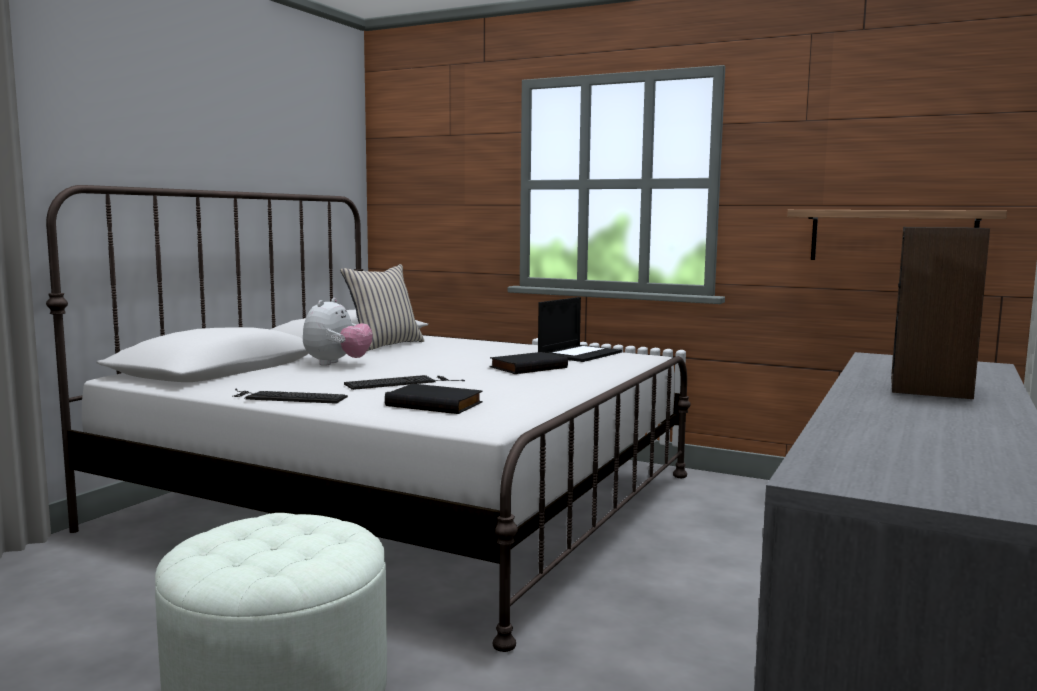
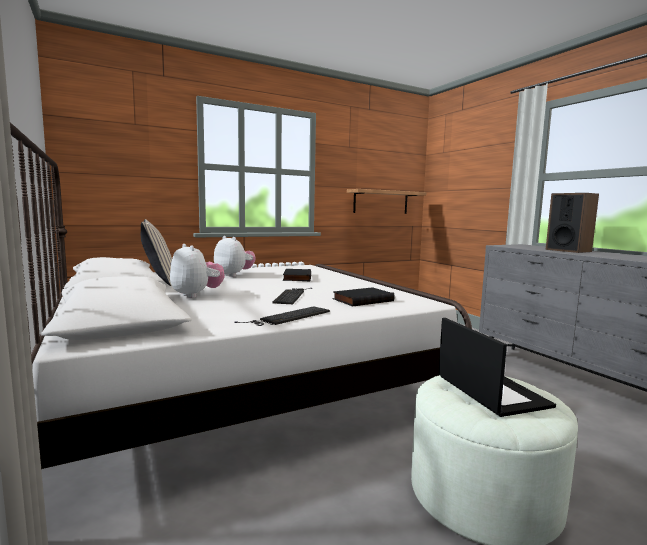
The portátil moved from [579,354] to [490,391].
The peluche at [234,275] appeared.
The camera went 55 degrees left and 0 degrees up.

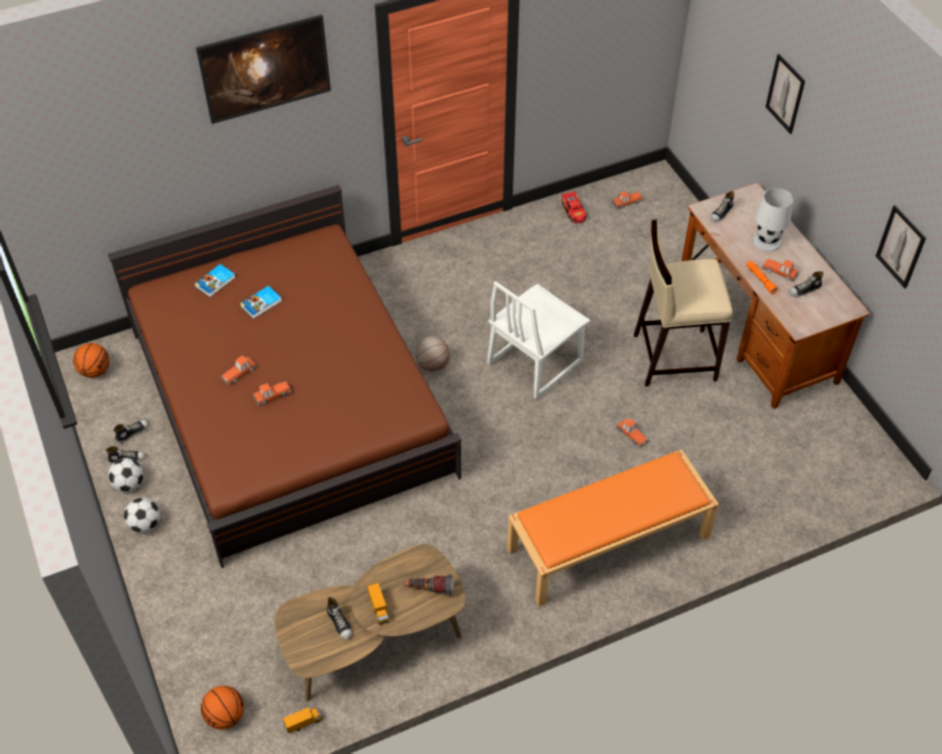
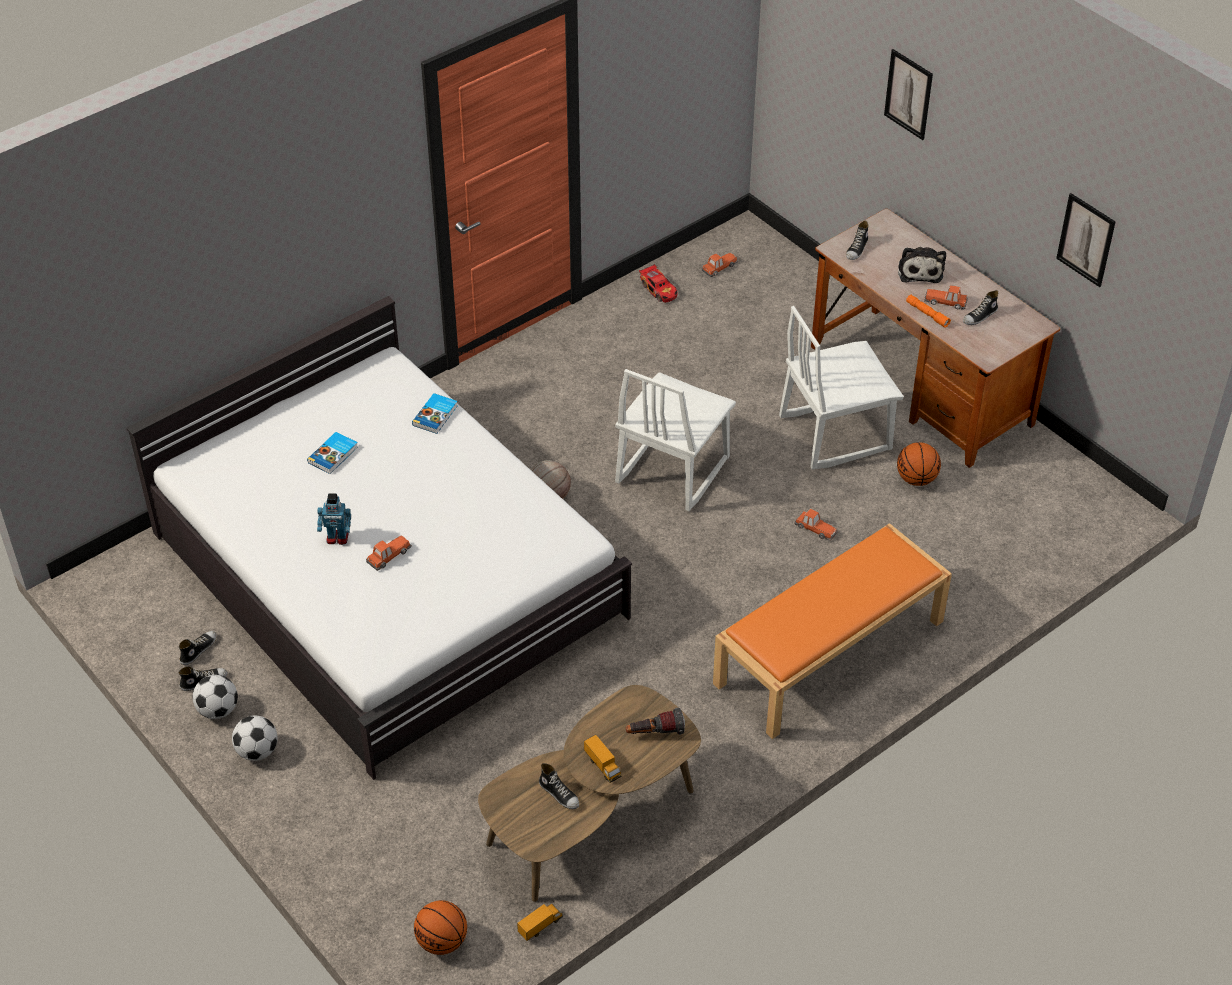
The cuadro at [268,87] disappeared.
The cama (marrón) at [290,401] became the cama (blanco) at [386,574].
The lámpara de mesa (blanco) at [767,241] was replaced by the peluche at [920,270].
The taburete (beis) at [673,357] was replaced by the silla (blanco) at [834,433].
The libro moved from [216,282] to [436,415].
The balón de baloncesto moved from [95,371] to [916,479].
The coche de juguete at [239,372] was replaced by the robot de juguete at [337,538].
The camera went 15 degrees left and 5 degrees down.

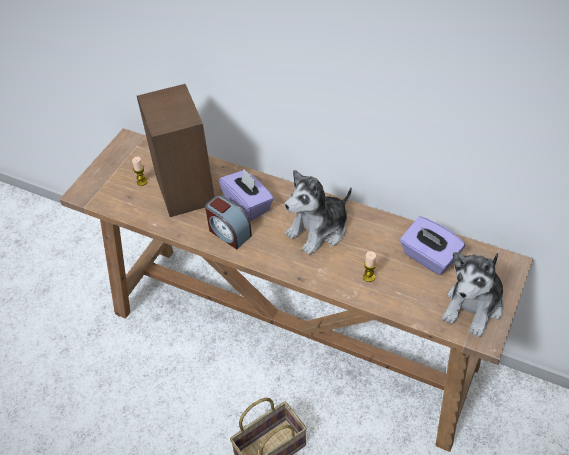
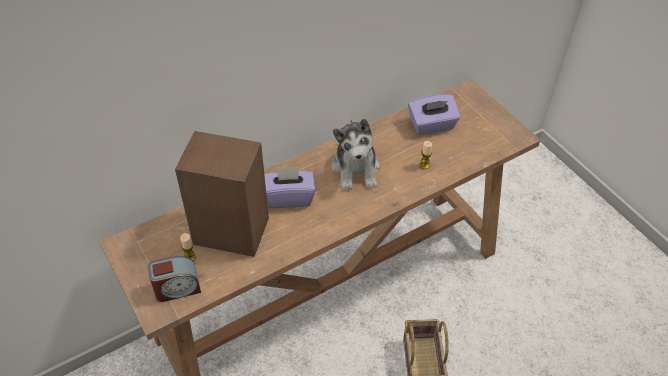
The despertador moved from [229,233] to [177,288].
The peluche at [473,306] disappeared.
The camera went 60 degrees left and 0 degrees up.

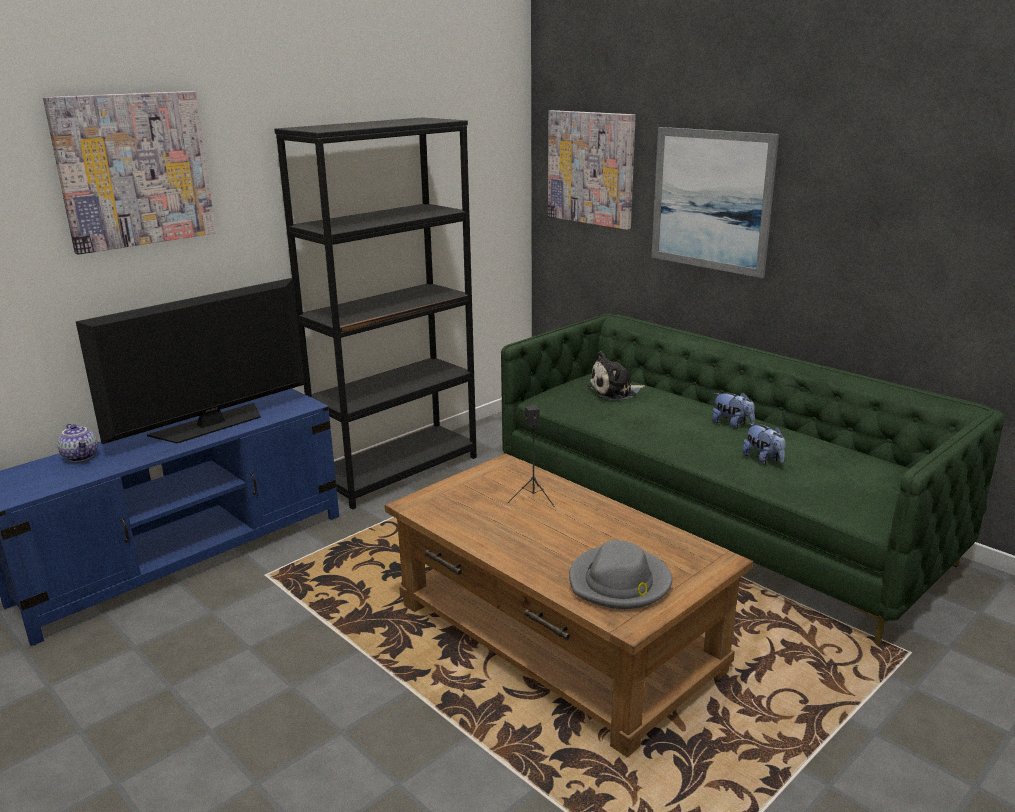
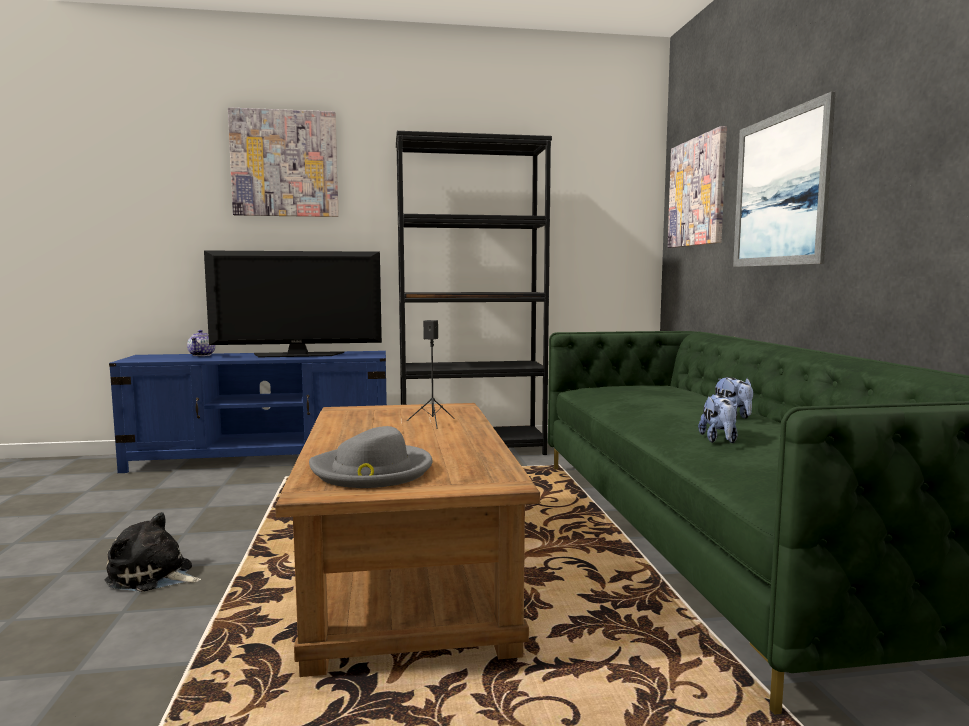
The peluche moved from [615,391] to [153,576].
The camera went 35 degrees right and 15 degrees down.

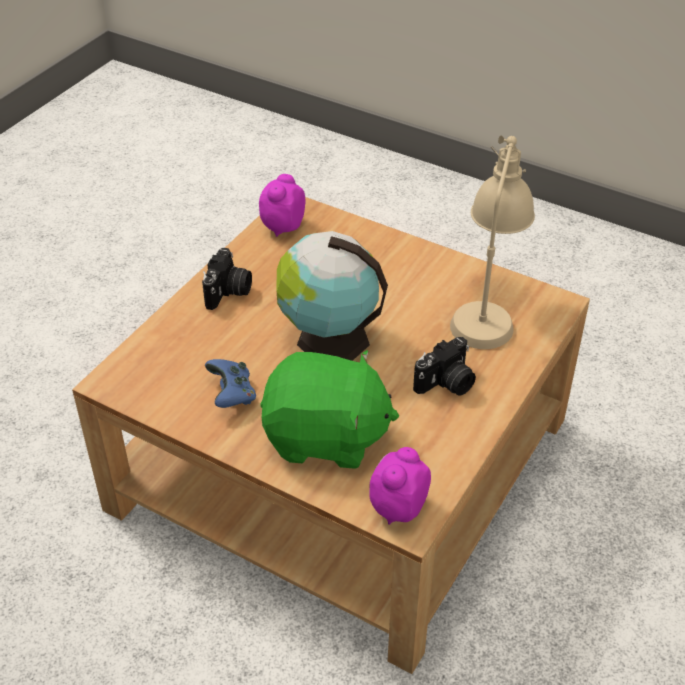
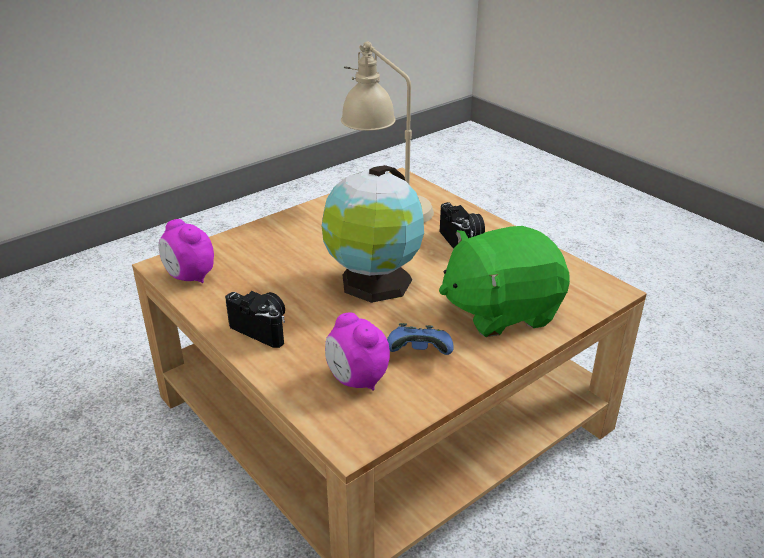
The peluche (verde) at [325,437] turned 135 degrees counterclockwise.
The despertador moved from [397,507] to [356,380].
The camera went 70 degrees left and 10 degrees down.

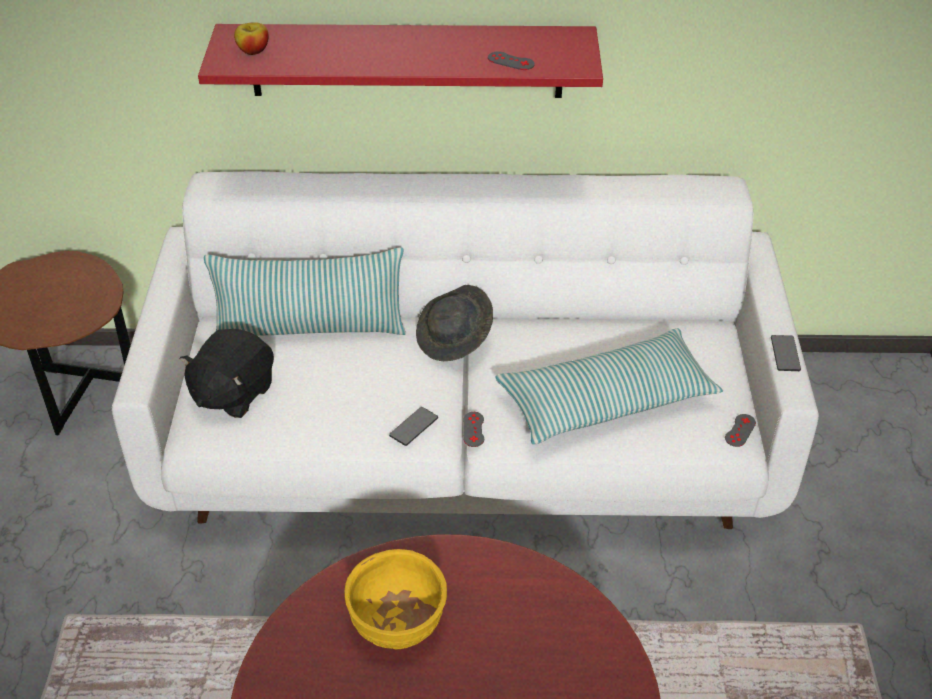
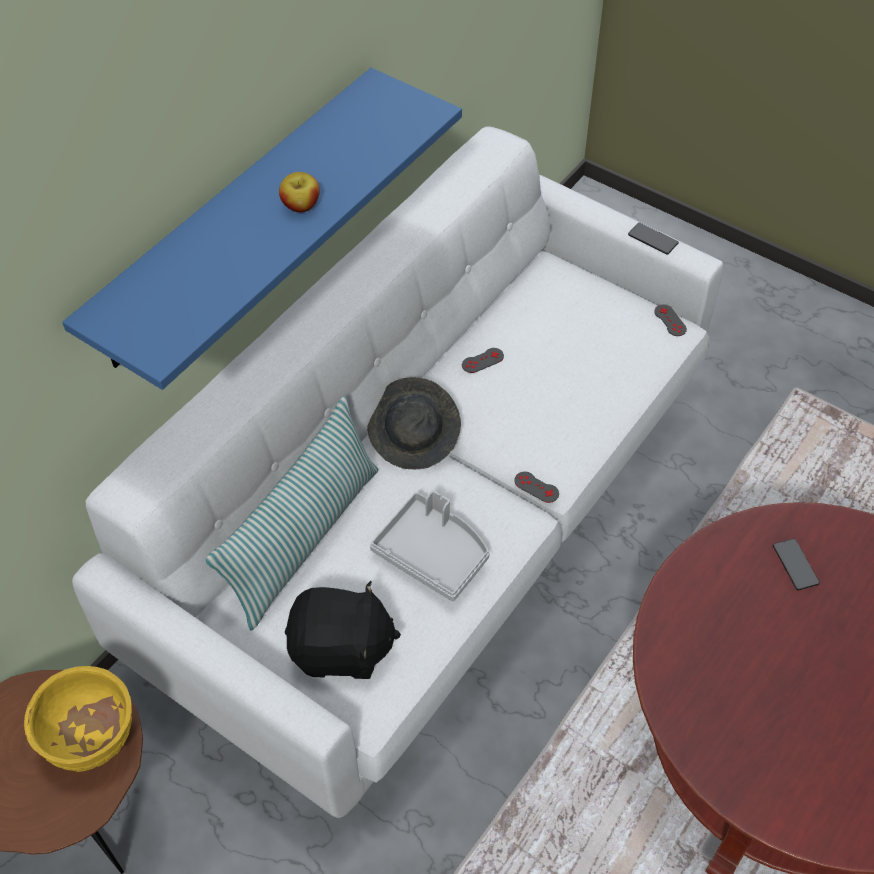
The manzana moved from [253,51] to [301,205].
The estante (rojo) at [406,60] became the estante (azul) at [236,219].
The mando de consola (gris) moved from [511,61] to [482,360].
The cojín at [607,400] disappeared.
The peluche (negro) at [232,393] turned 60 degrees counterclockwise.
The móvil moved from [413,427] to [795,565].
The cuenco (amarillo) moved from [398,626] to [92,739].
The bandeja (gris) at [433,553] appeared.
The camera went 55 degrees left and 10 degrees up.

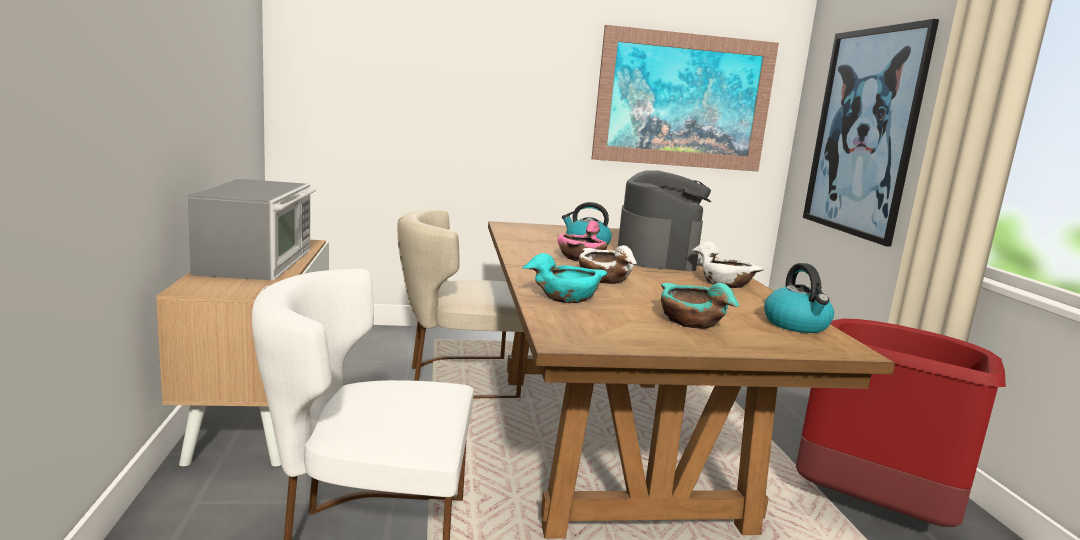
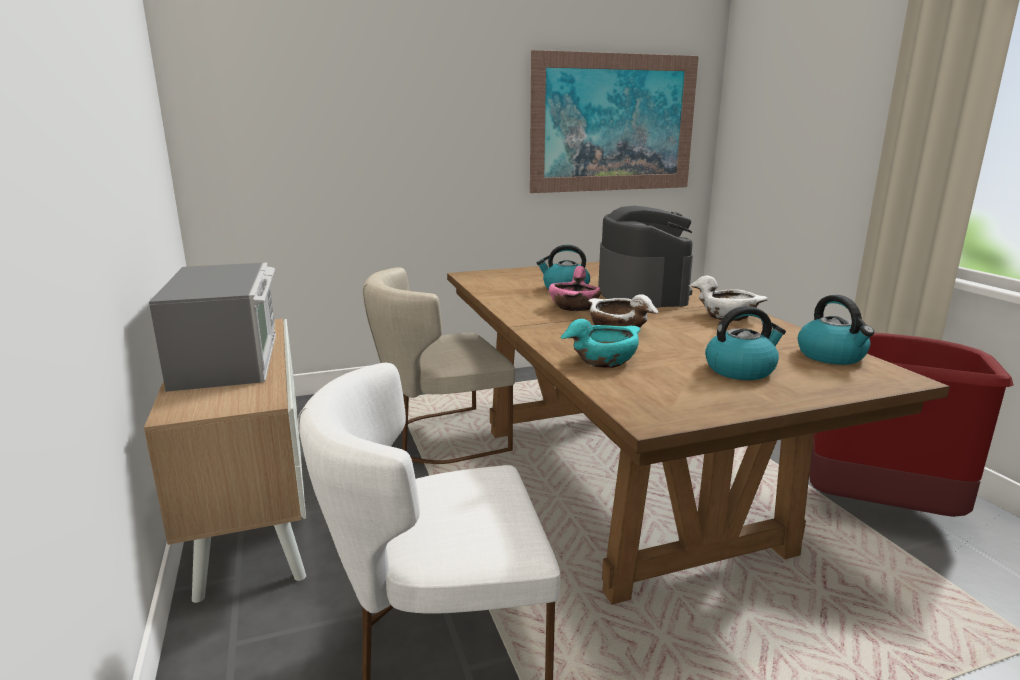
The cuadro at [864,132] disappeared.
The cuenco (turquesa) at [691,321] was replaced by the hervidor at [740,370].
The camera went 10 degrees left and 5 degrees up.

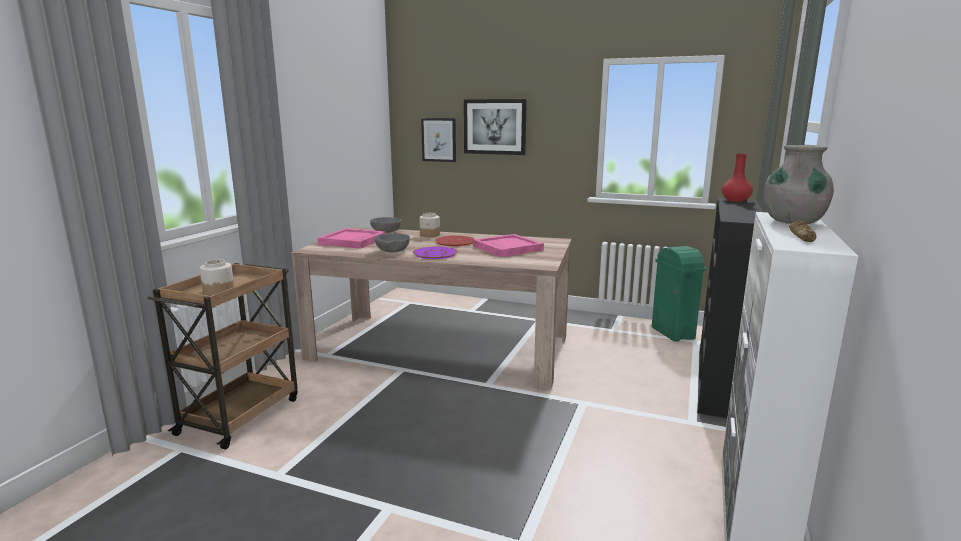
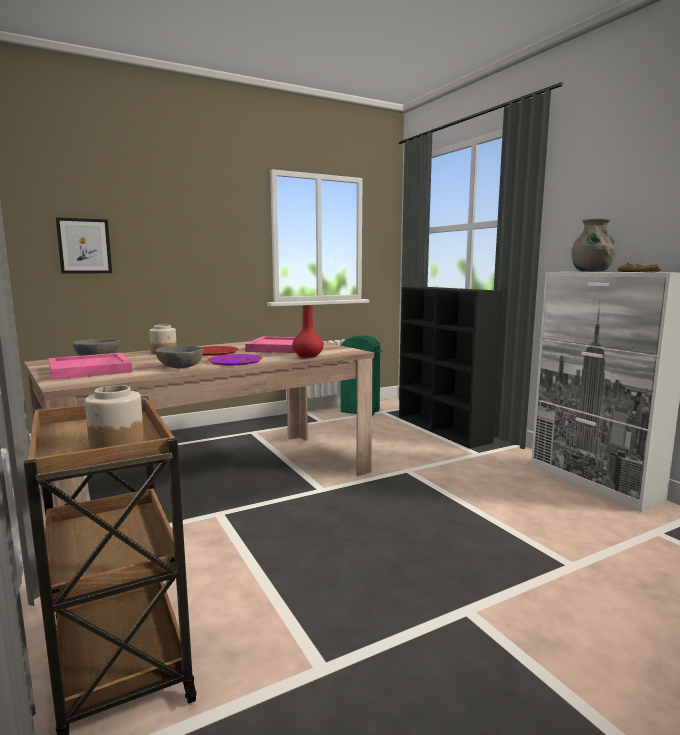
The cuadro at [495,127] disappeared.
The florero (rojo) moved from [735,200] to [307,356].
The camera went 50 degrees left and 5 degrees down.

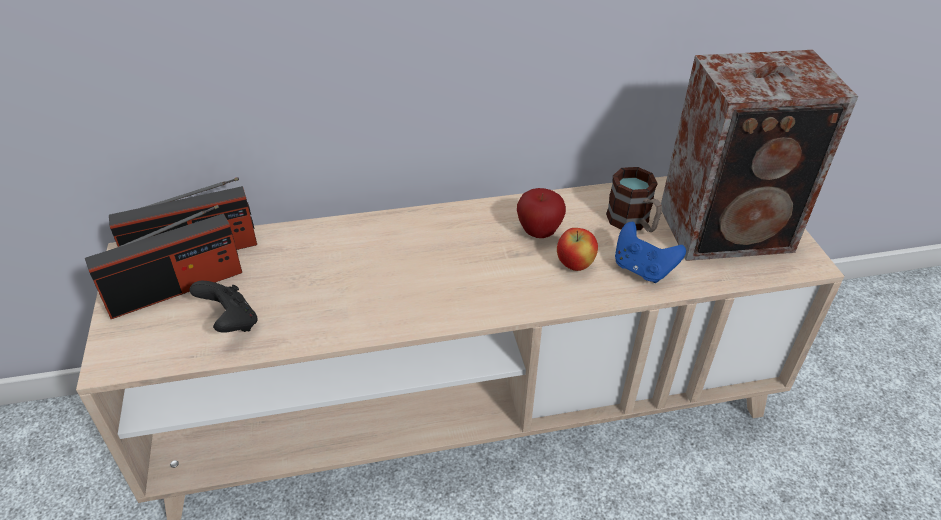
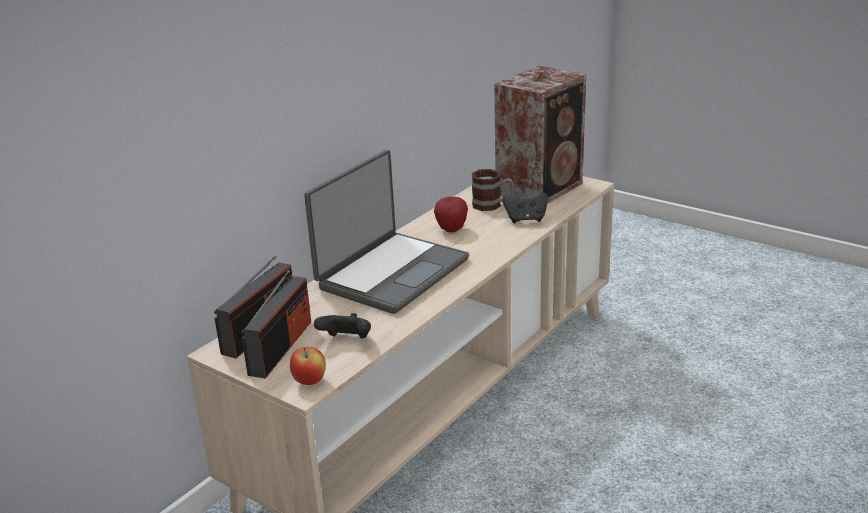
The mando de consola (azul) at [642,269] became the mando de consola (negro) at [525,219].
The manzana moved from [575,265] to [310,381].
The portátil at [391,273] appeared.
The camera went 40 degrees left and 15 degrees down.

